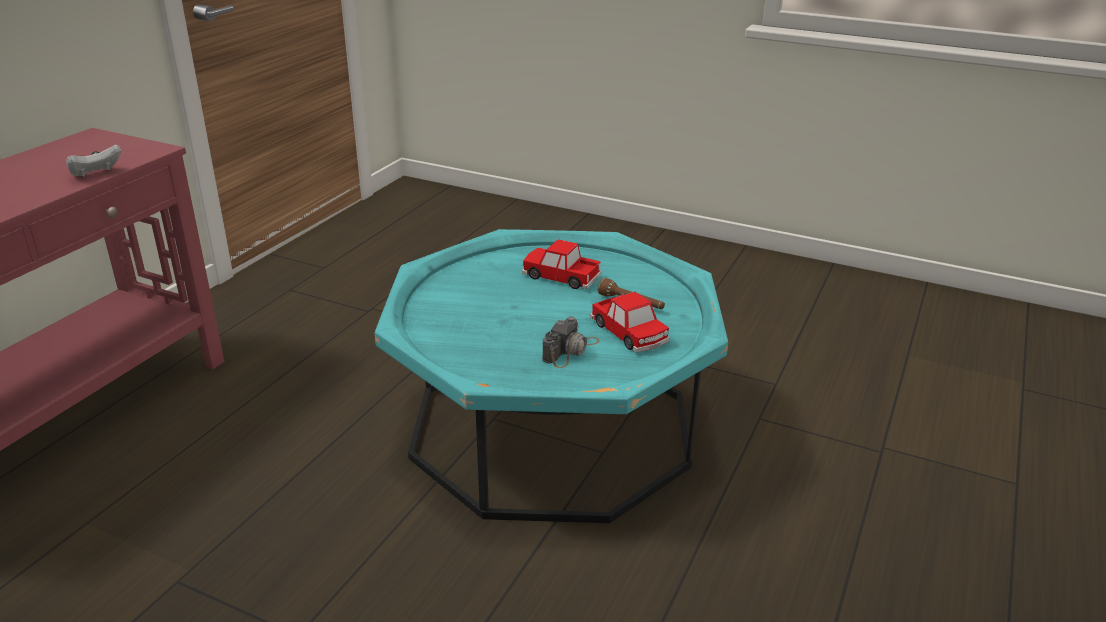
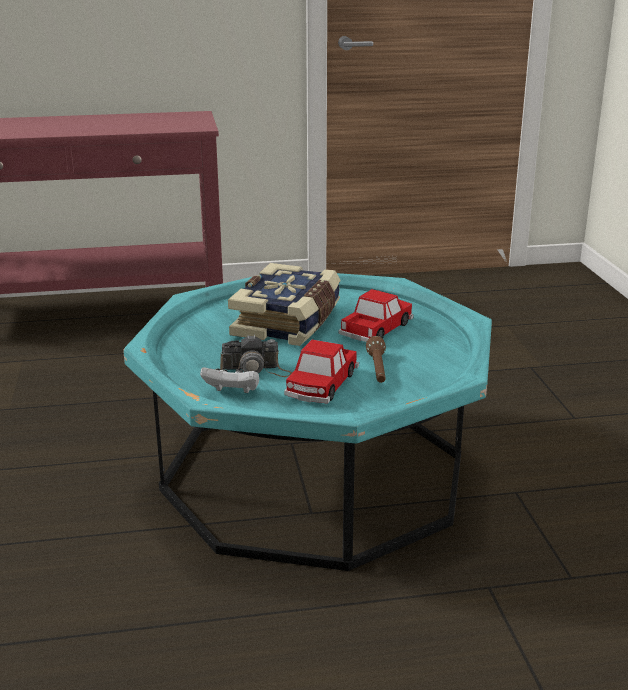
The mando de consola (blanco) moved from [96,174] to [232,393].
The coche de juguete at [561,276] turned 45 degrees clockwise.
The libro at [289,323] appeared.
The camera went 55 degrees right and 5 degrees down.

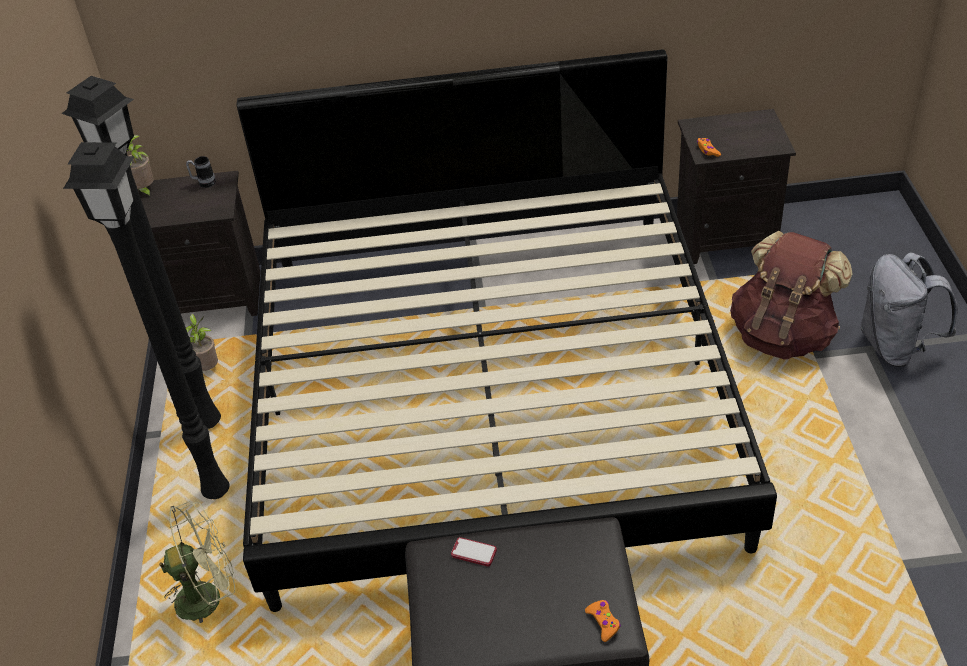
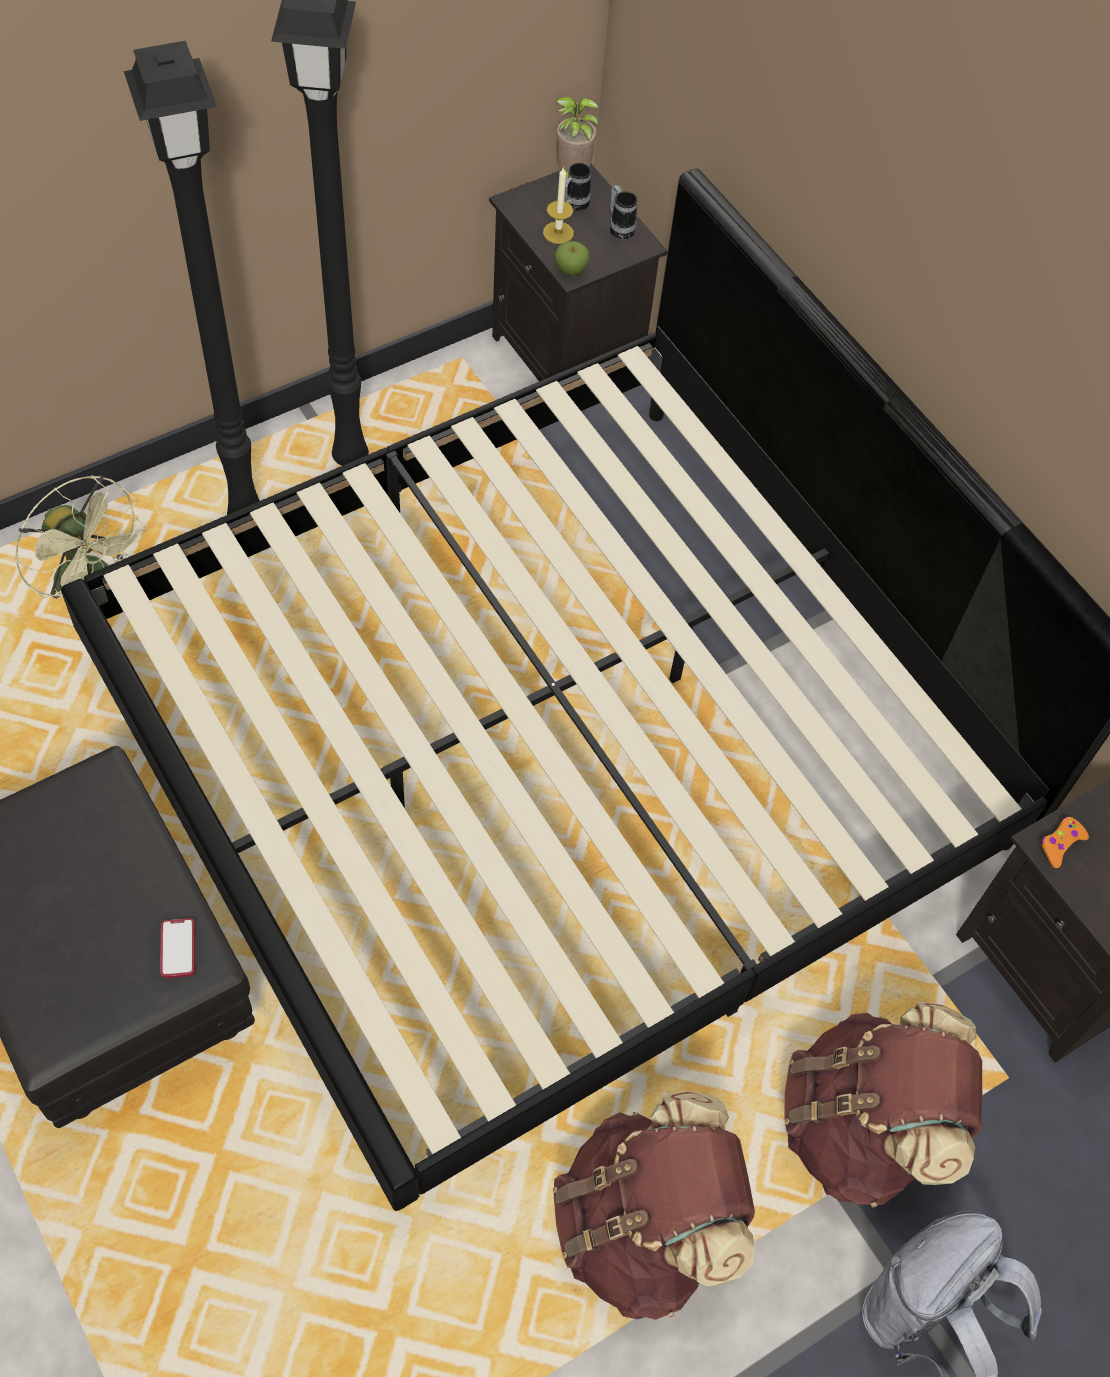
The planta en maceta at [208,368] disappeared.
The móvil moved from [474,552] to [178,949].
The mando de consola (naranja) at [603,622] disappeared.
The taza grande at [573,205] appeared.
The vela at [558,233] appeared.
The manzana at [571,270] appeared.
The mochila (marrón) at [643,1227] appeared.
The camera went 55 degrees right and 15 degrees up.

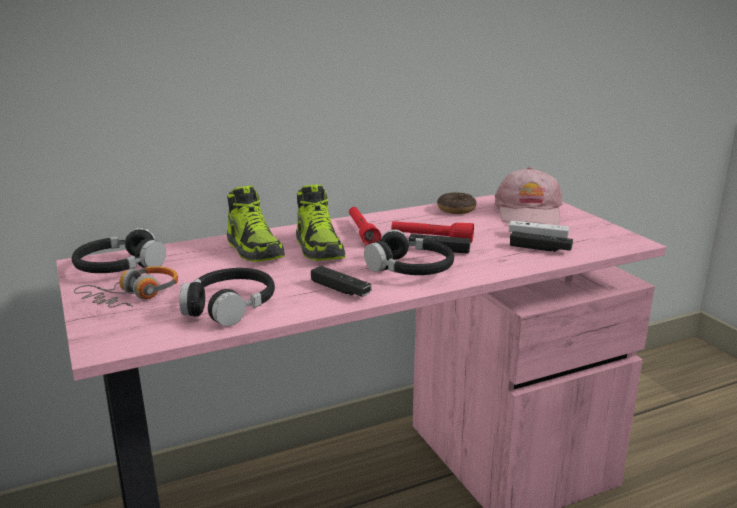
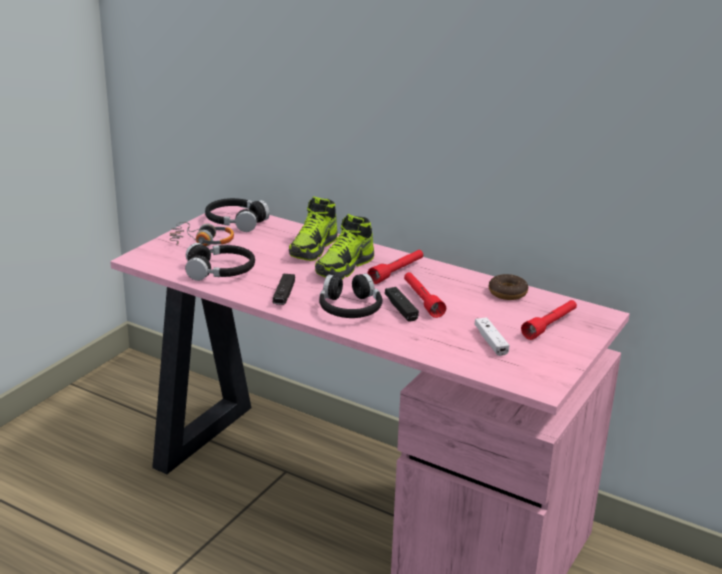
The gorra (rosa) at [528,212] was replaced by the linterna (rojo) at [550,325].
The mando de consola (negro) at [540,249] disappeared.
The camera went 55 degrees right and 5 degrees up.

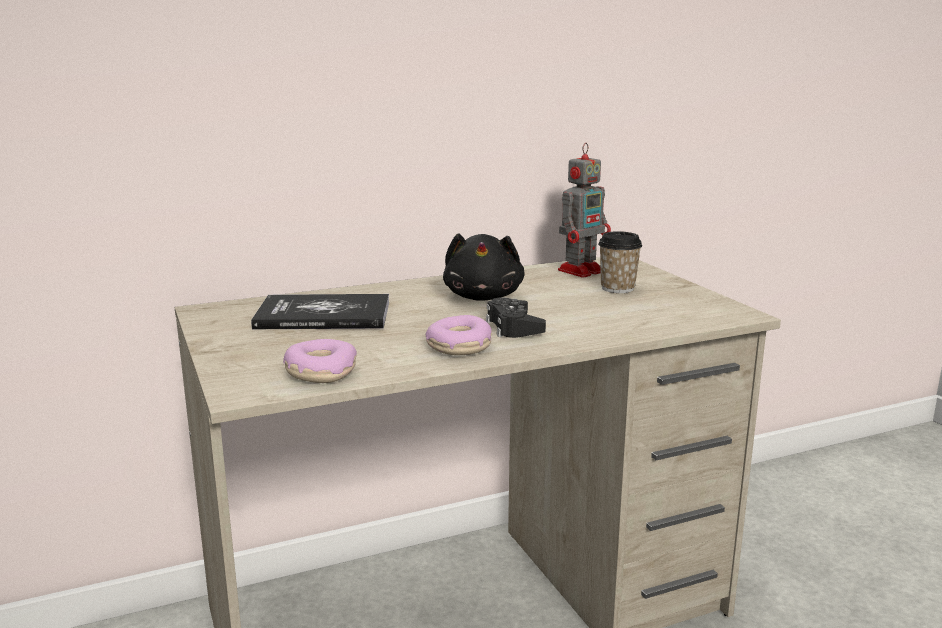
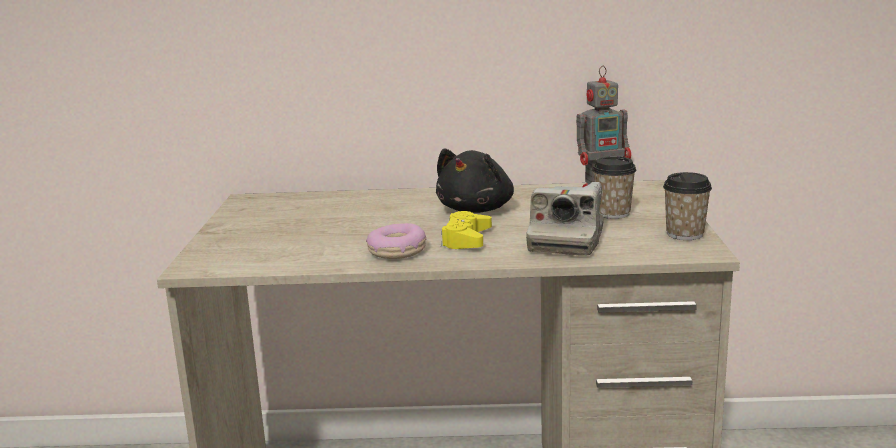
The libro at [323,315] disappeared.
The mando de consola (negro) at [513,327] became the mando de consola (amarillo) at [466,239].
The rosquilla at [321,372] disappeared.
The taza at [685,234] appeared.
The cámara at [566,241] appeared.
The camera went 25 degrees right and 0 degrees up.

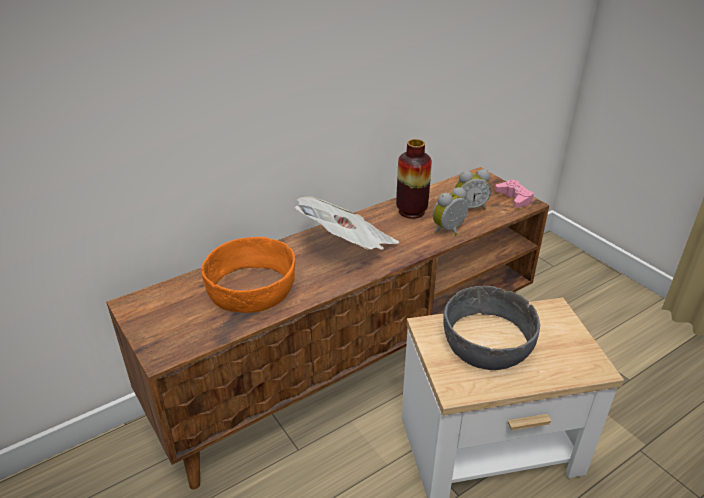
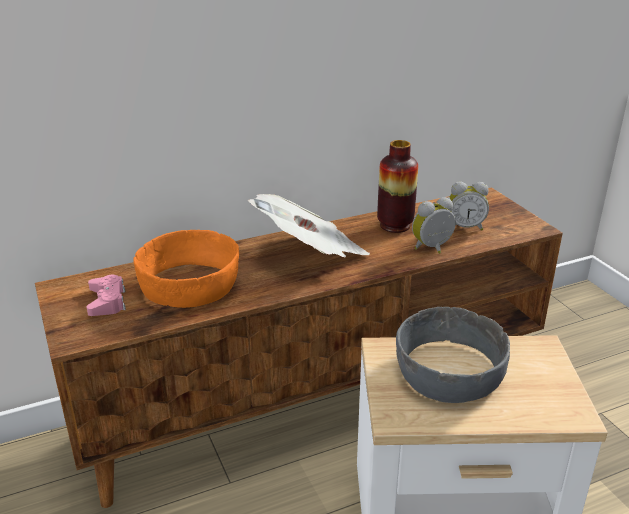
The mando de consola (rosa) moved from [514,198] to [107,301].
The camera went 10 degrees right and 5 degrees down.

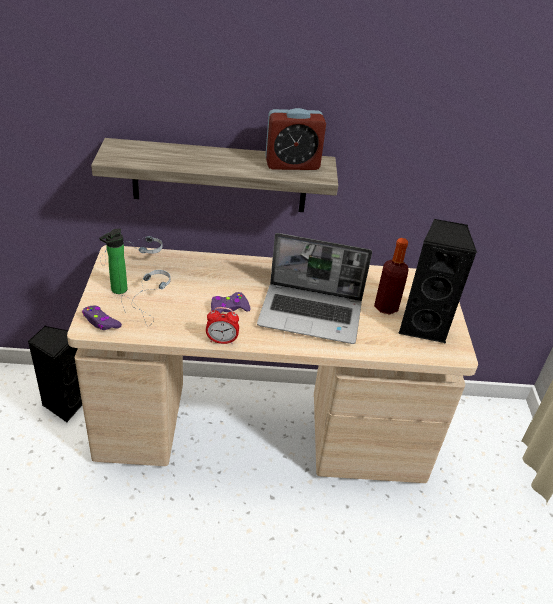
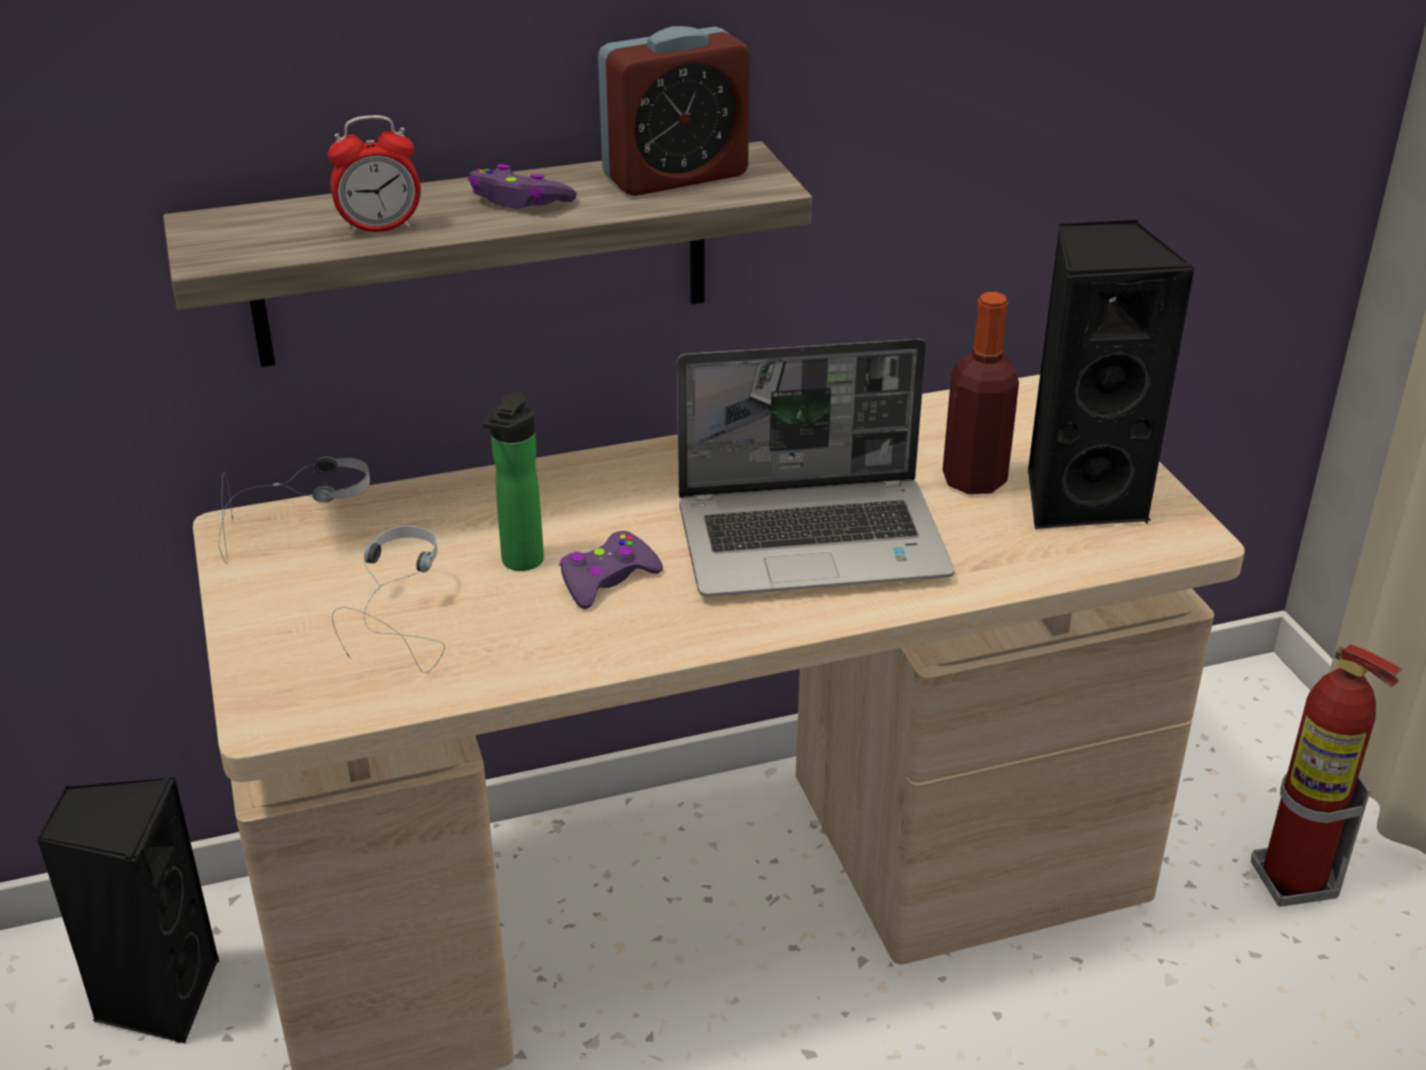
The botella moved from [117,290] to [520,563].
The mando de consola (morado) moved from [101,322] to [519,201].
The despertador moved from [222,341] to [380,228].
The extintor at [1293,882] appeared.
The camera went 15 degrees left and 5 degrees down.

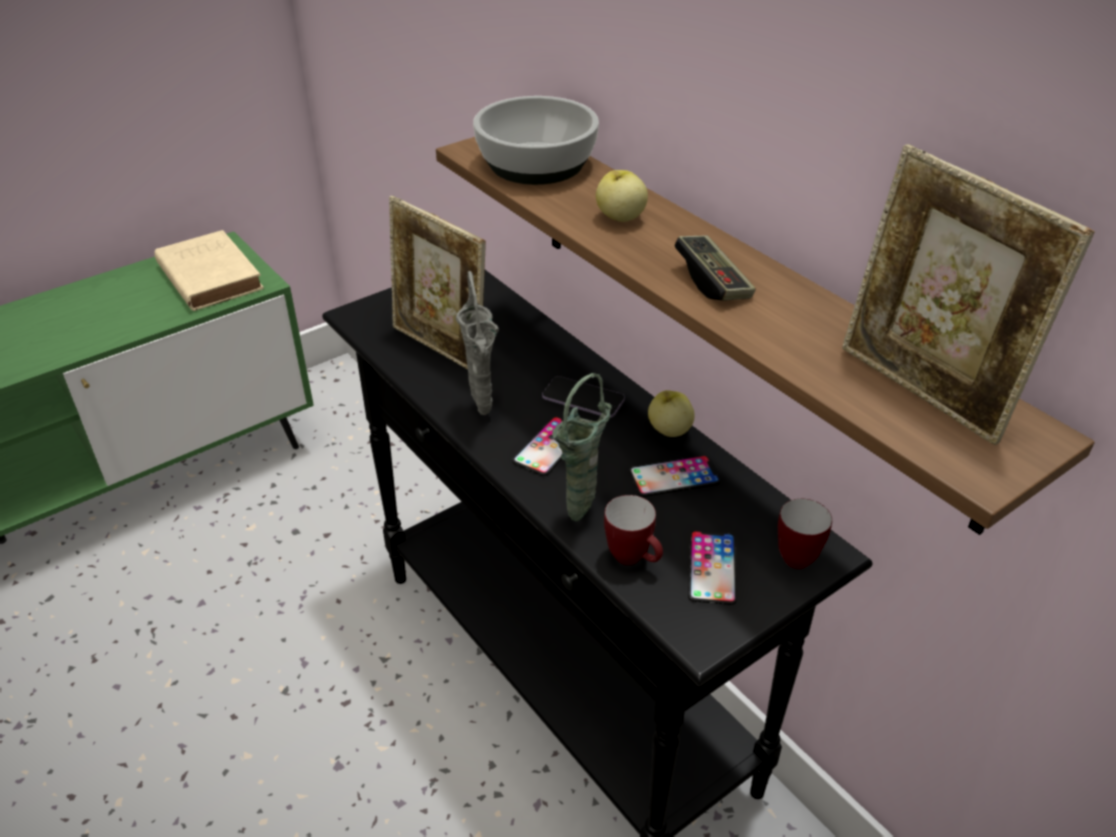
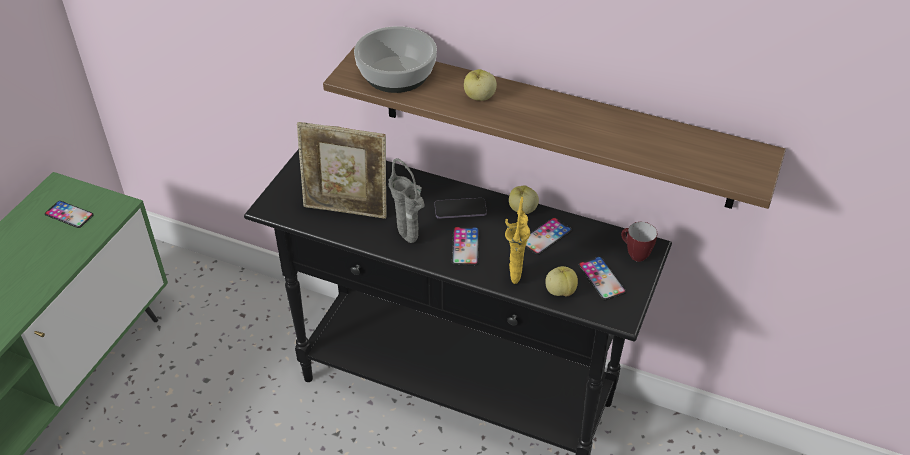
The portarretratos at [923,392] disappeared.
The libro (beis) at [208,275] was replaced by the móvil at [69,214].
The mando de consola at [712,281] disappeared.
The florero (verde) at [582,512] became the florero (amarillo) at [514,277].
The taza grande at [633,559] was replaced by the manzana at [560,291].
The camera went 30 degrees left and 5 degrees up.

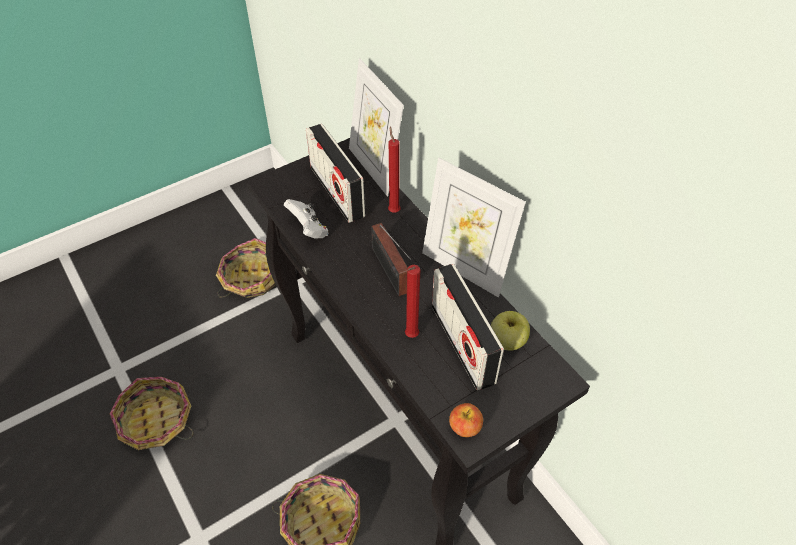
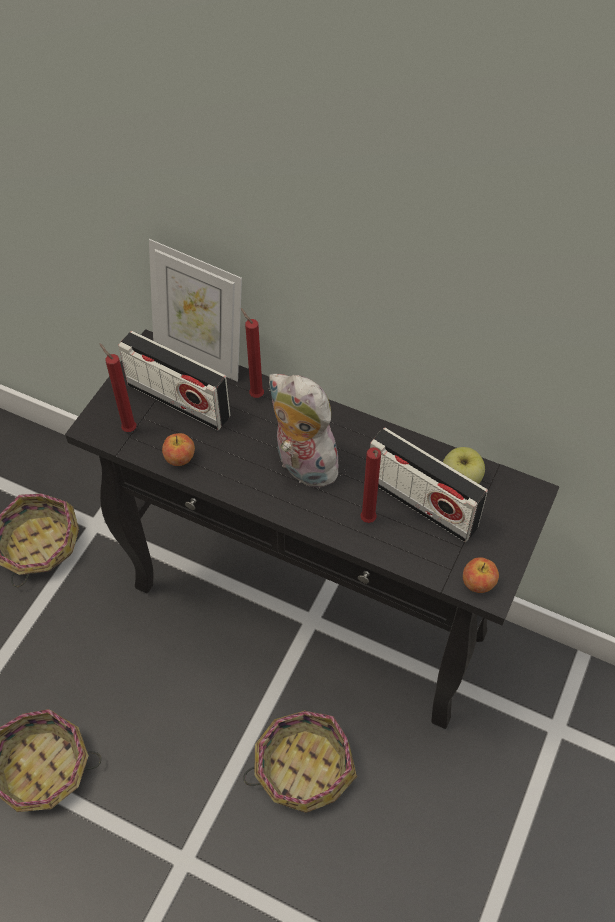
The portarretratos at [465,268] disappeared.
The mando de consola (blanco) at [309,229] was replaced by the manzana at [180,458].
The radio at [391,273] was replaced by the peluche at [302,465].
The vela (rojo) at [128,428] appeared.
The camera went 30 degrees left and 5 degrees up.

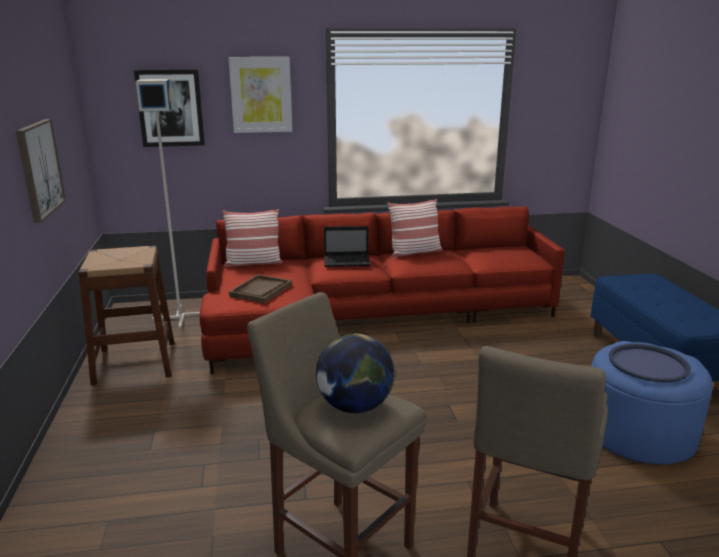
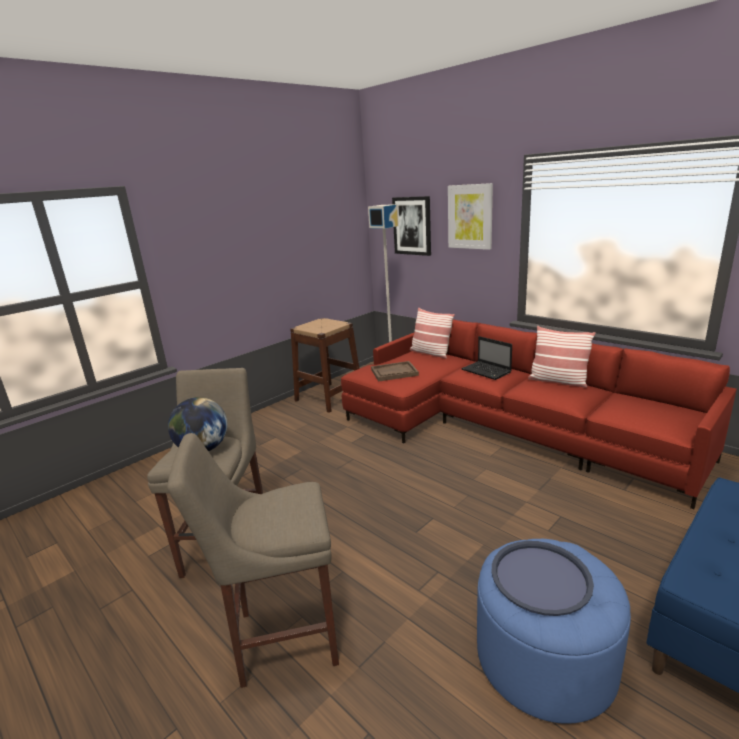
The cuadro at [39,168] disappeared.
The camera went 55 degrees right and 0 degrees up.

